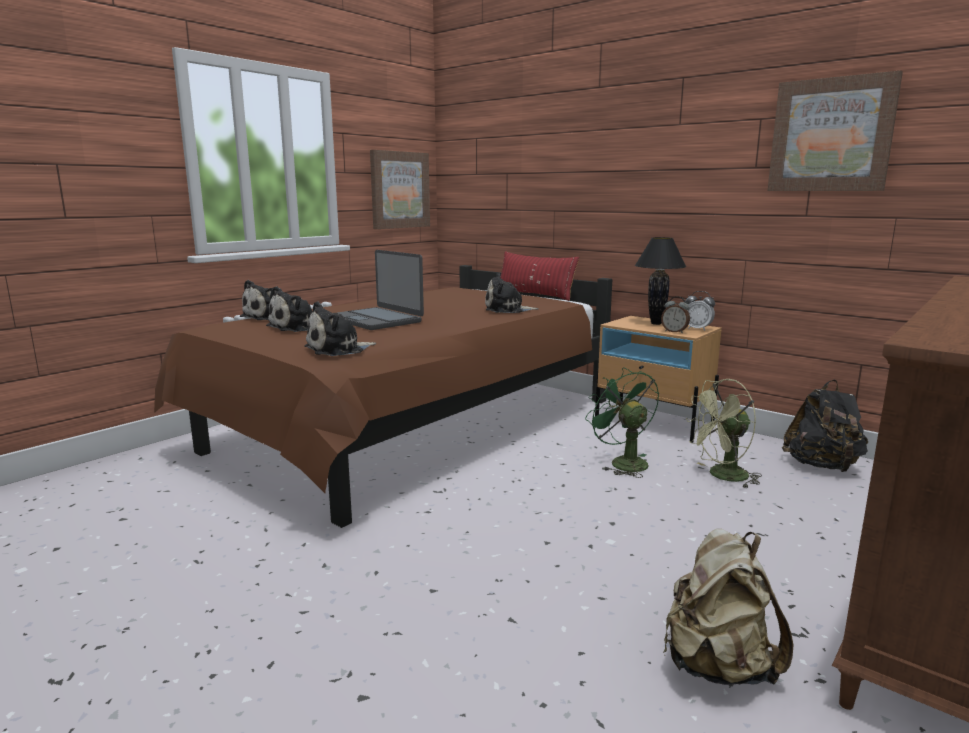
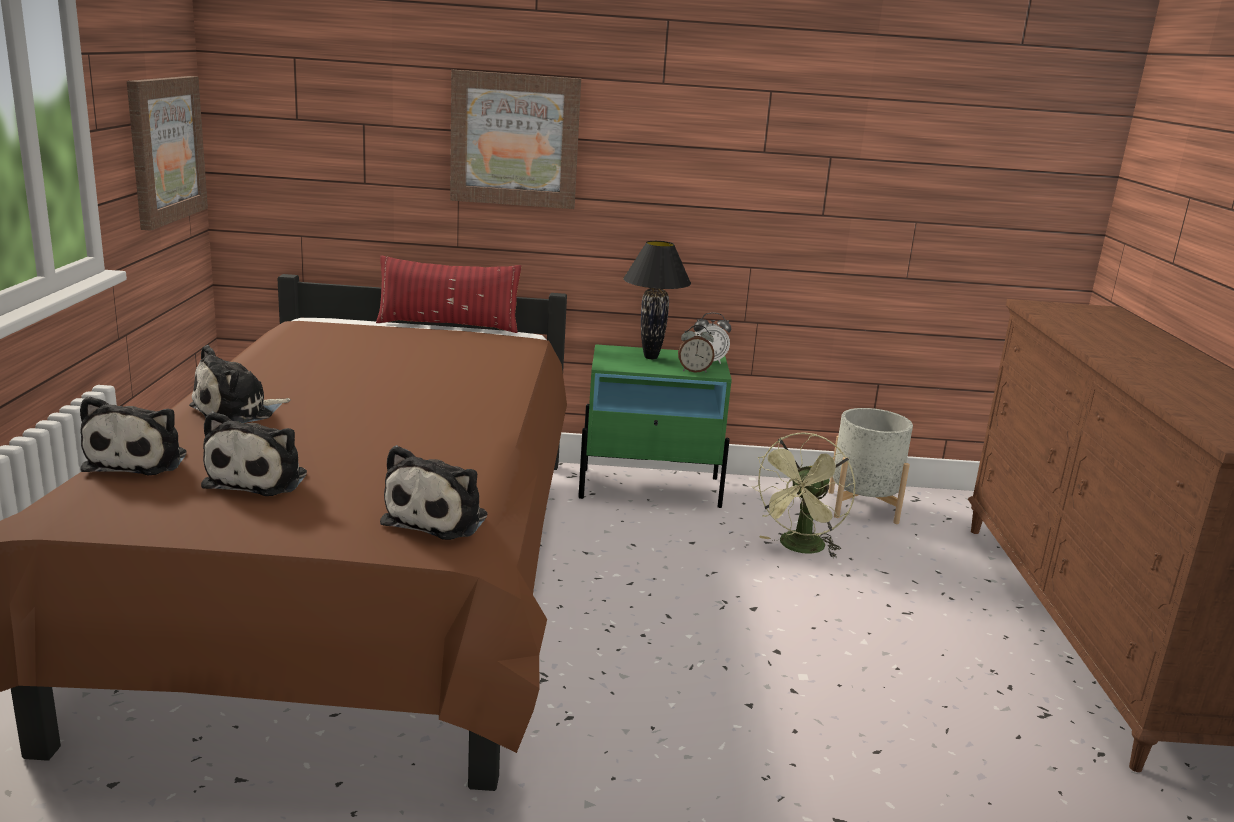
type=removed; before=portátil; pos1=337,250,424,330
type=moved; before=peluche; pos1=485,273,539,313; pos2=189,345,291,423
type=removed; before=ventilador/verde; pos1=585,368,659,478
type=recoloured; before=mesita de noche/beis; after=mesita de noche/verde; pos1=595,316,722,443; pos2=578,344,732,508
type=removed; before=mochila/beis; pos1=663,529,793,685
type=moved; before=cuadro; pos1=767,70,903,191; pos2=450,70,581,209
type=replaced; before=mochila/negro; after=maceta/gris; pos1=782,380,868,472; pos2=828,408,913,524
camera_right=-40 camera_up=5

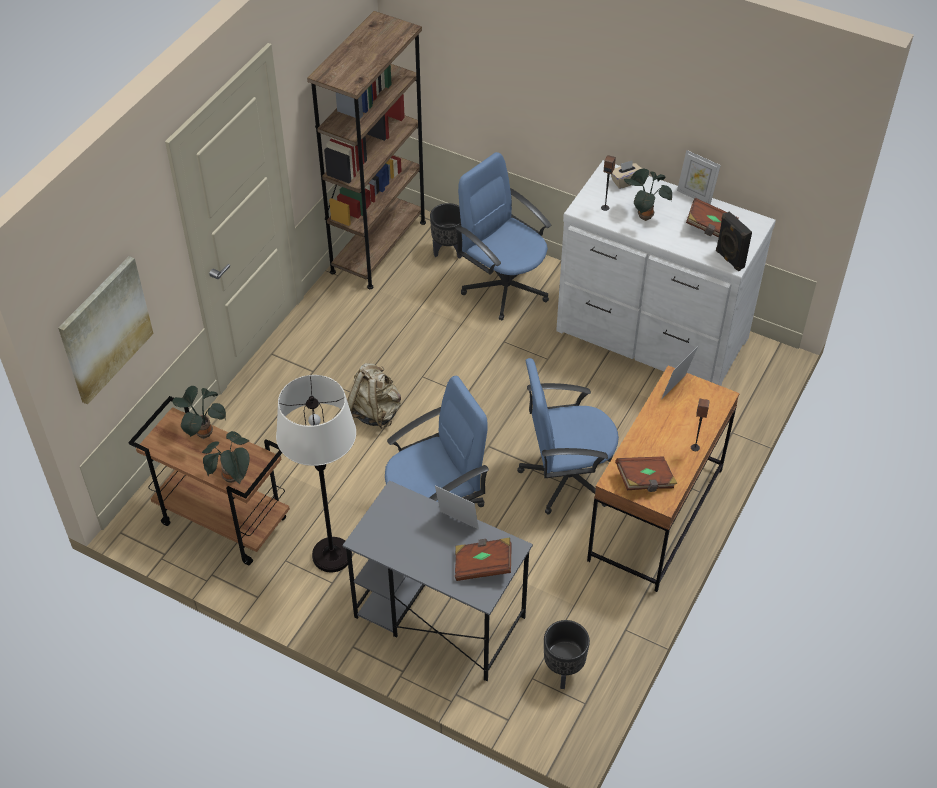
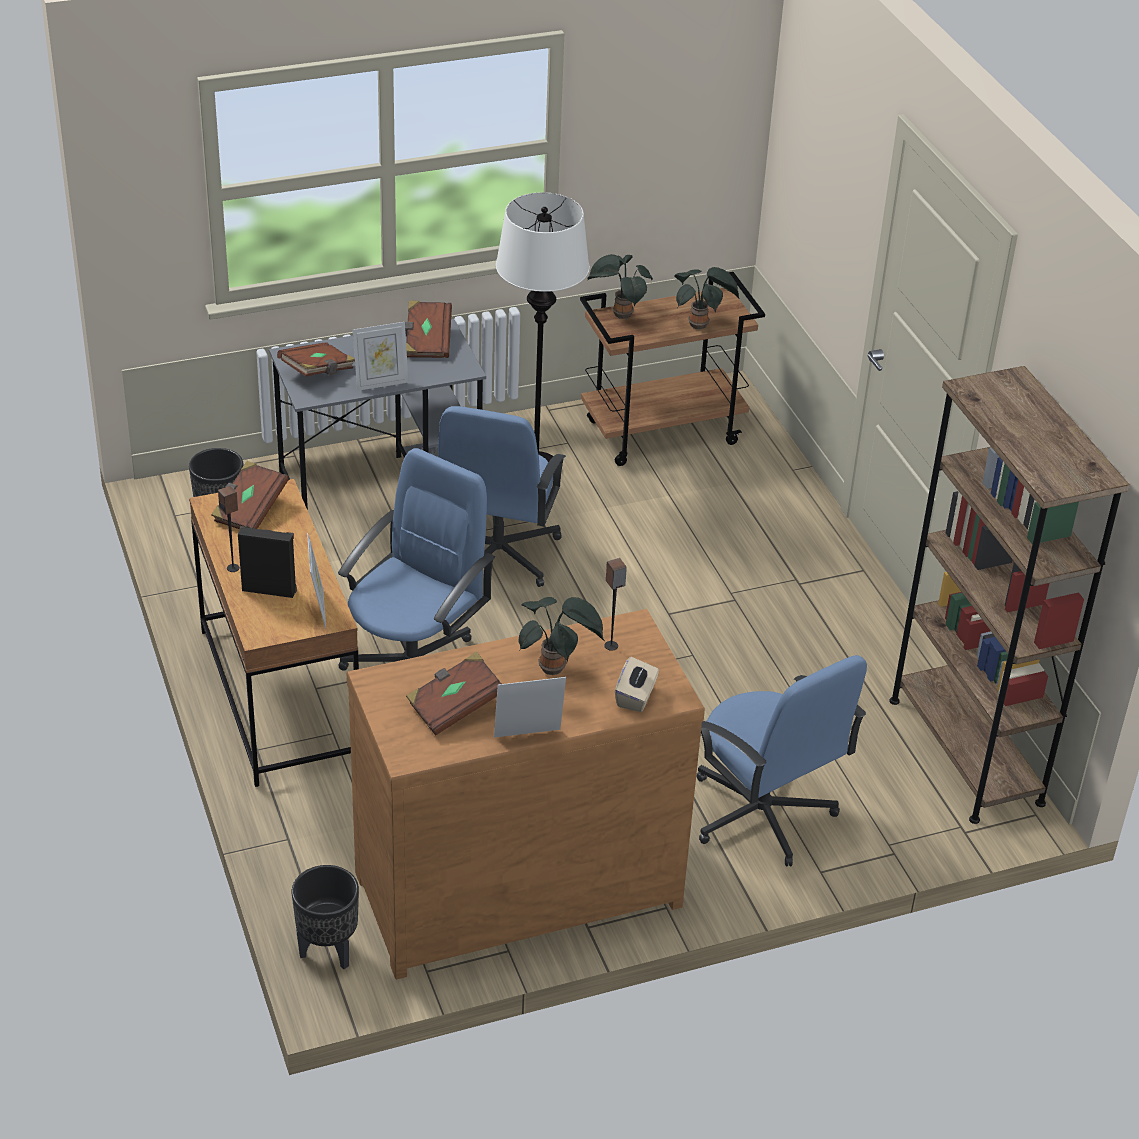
type=removed; before=cuadro; pos1=58,256,154,405
type=removed; before=mochila/beis; pos1=347,363,401,429
type=moved; before=maceta/negro; pos1=430,203,462,258; pos2=292,865,359,969
type=turned; before=silla de oficina/azul; pos1=455,152,551,320; pos2=697,655,867,866; turn=60
type=recoloured; before=cómoda/blanco; after=cómoda/marrón; pos1=556,160,776,386; pos2=347,609,705,980
type=moved; before=altavoz/negro; pos1=716,211,752,271; pos2=238,526,297,598
type=added; after=libro/marrón; pos2=405,300,452,358
camera_right=130 camera_up=-10

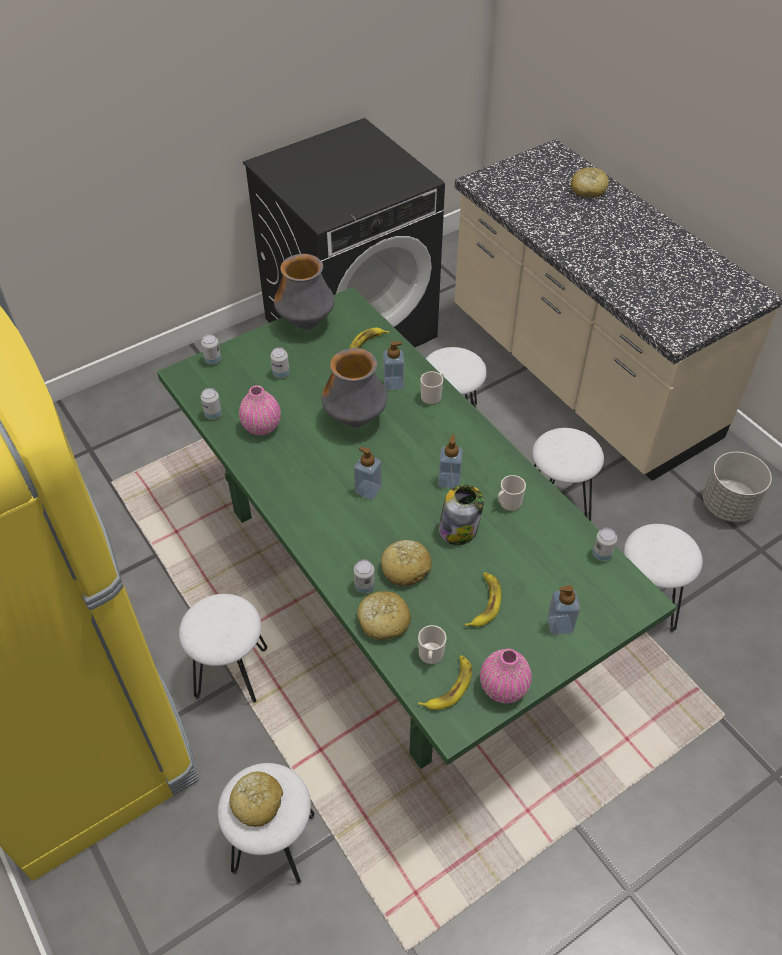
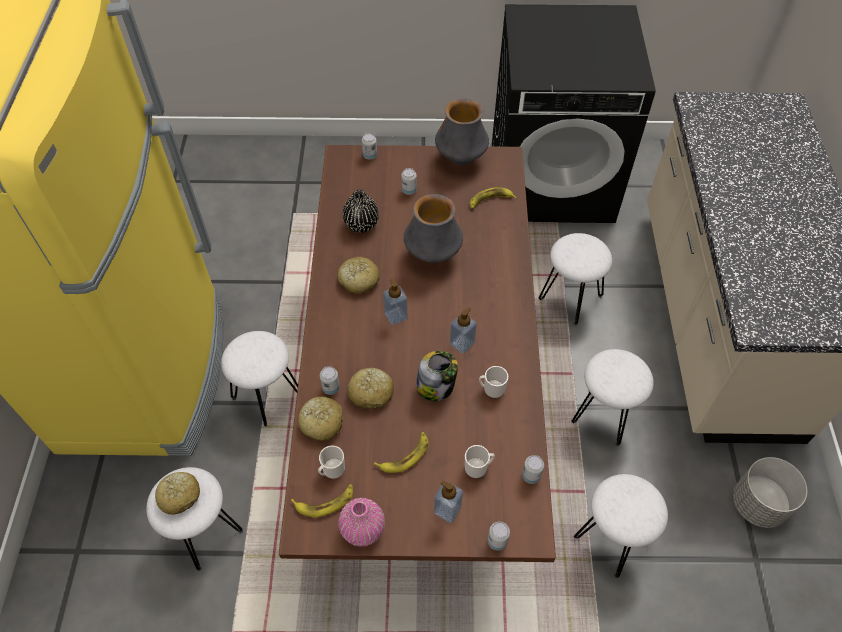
type=recoloured; before=mesa de comedor/verde; after=mesa de comedor/marrón; pos1=157,287,676,769; pos2=279,145,556,562
type=moved; before=lata; pos1=201,388,222,419; pos2=488,522,510,551
type=recoloured; before=florero/rosa; after=florero/negro; pos1=239,385,281,435; pos2=343,190,379,233
type=removed; before=dispensador de jabón; pos1=383,341,404,390
type=moved; before=taza grande; pos1=420,371,444,405; pos2=465,445,495,478
type=moved; before=pan; pos1=571,167,609,198; pos2=337,257,380,294
camera_right=35 camera_up=5

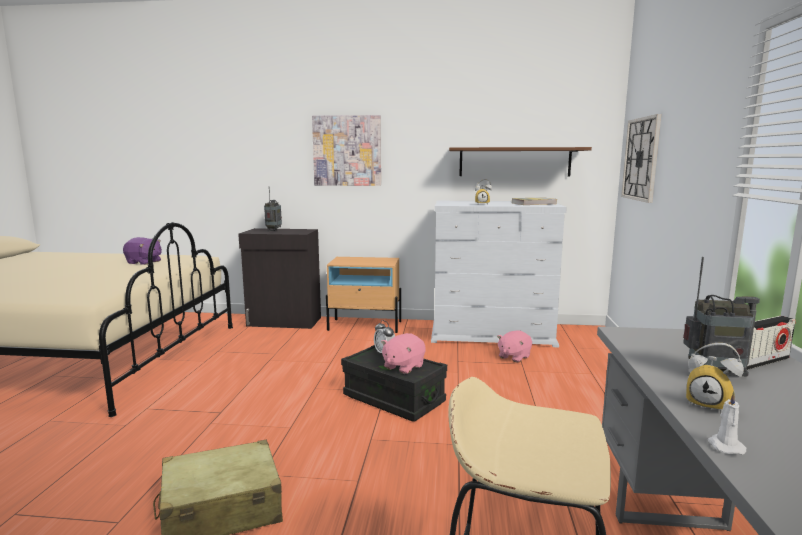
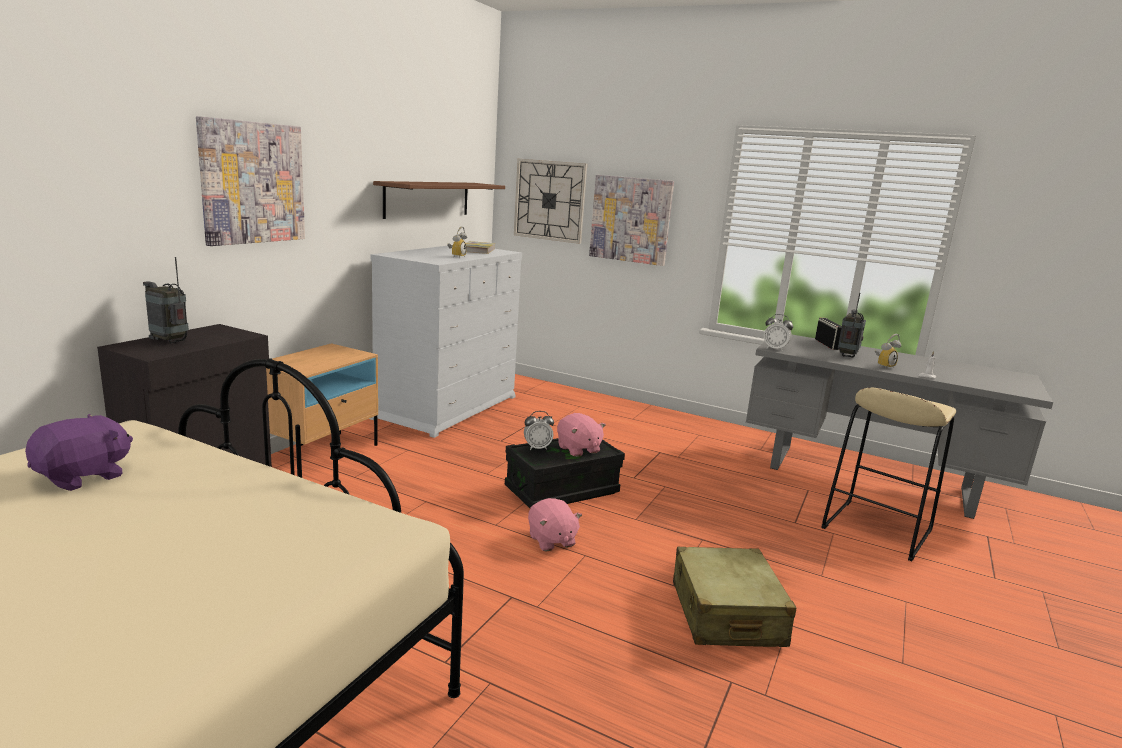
type=moved; before=peluche/rosa; pos1=497,330,532,363; pos2=528,498,582,552
type=added; after=cuadro; pos2=589,175,674,266
type=added; after=despertador; pos2=764,314,793,351
camera_right=-70 camera_up=5

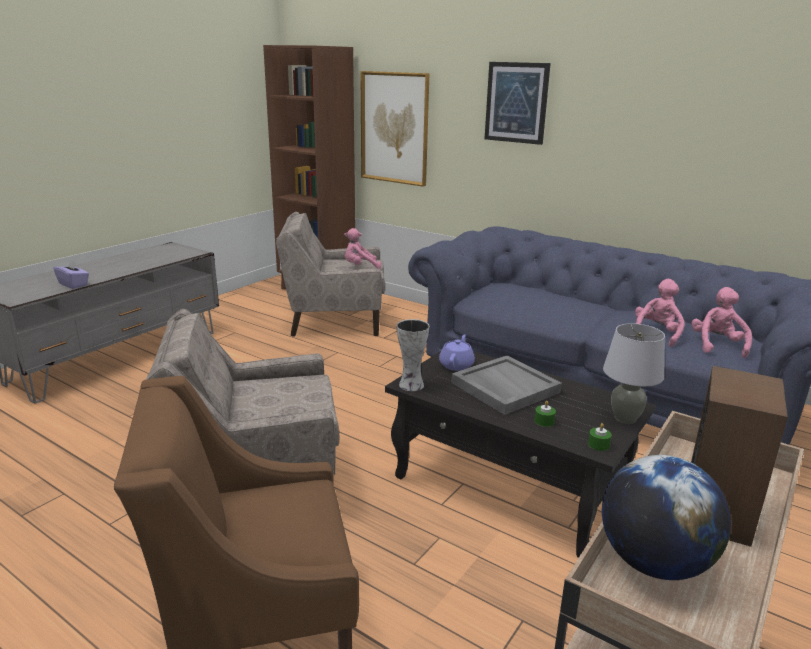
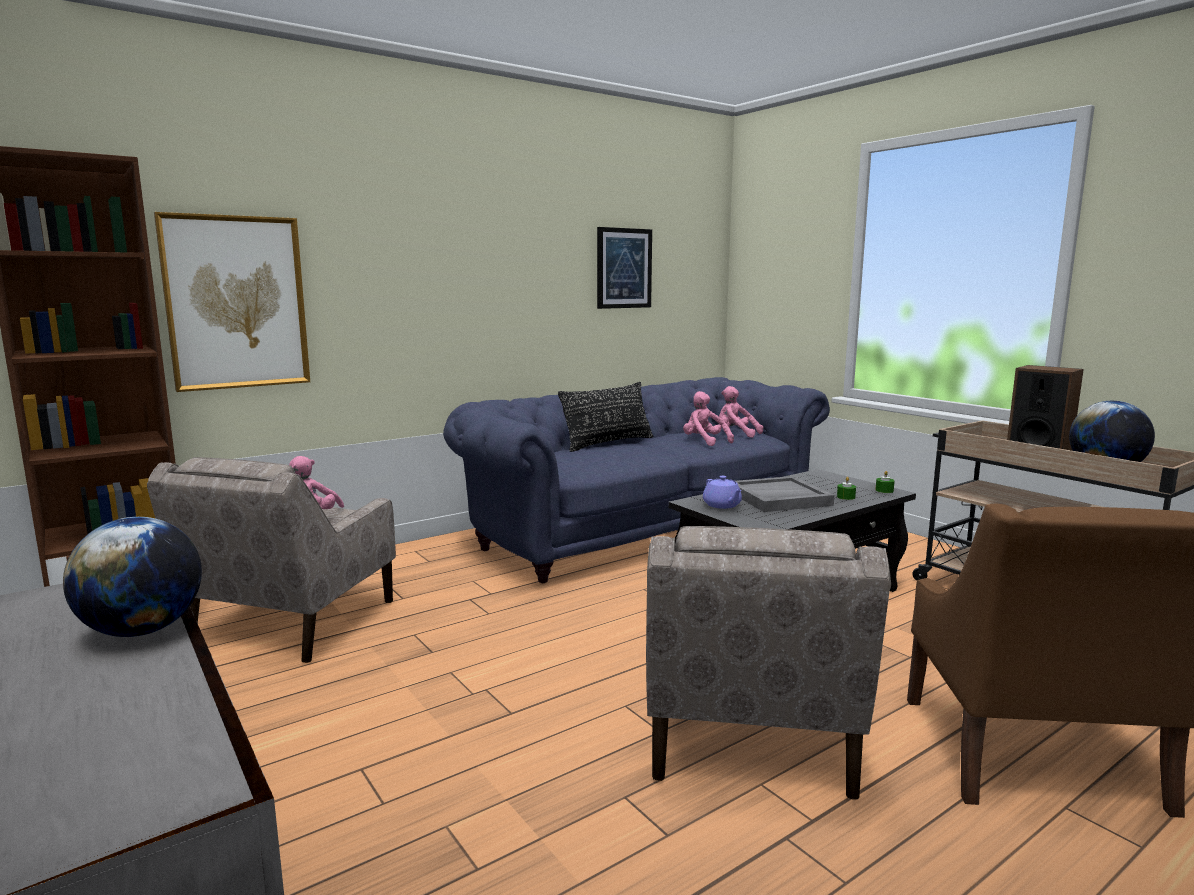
type=removed; before=caja de pañuelos/morado; pos1=53,259,89,289
type=removed; before=florero; pos1=397,319,429,391
type=turned; before=tetera/morado; pos1=439,334,475,371; pos2=703,476,742,509; turn=-150
type=moved; before=cuadro; pos1=485,62,551,145; pos2=597,227,652,309
type=removed; before=lámpara de mesa/gris; pos1=603,323,665,424
type=added; after=globo terráqueo; pos2=63,517,202,637
type=added; after=cojín/negro; pos2=558,382,654,452
camera_right=-70 camera_up=-10

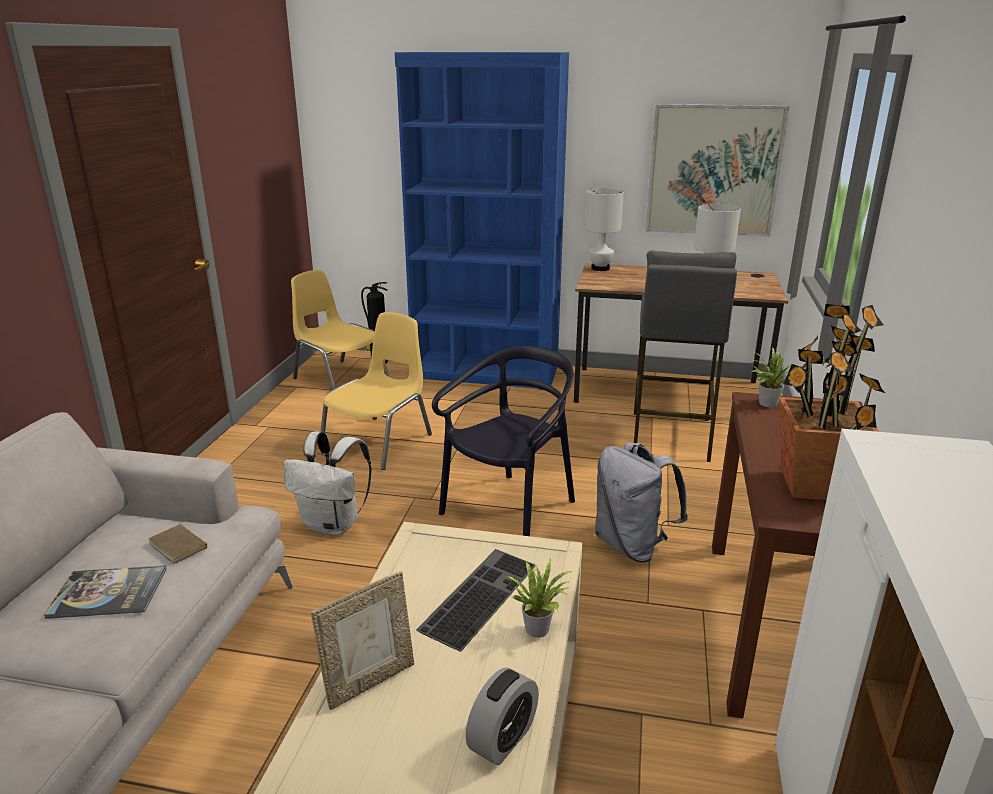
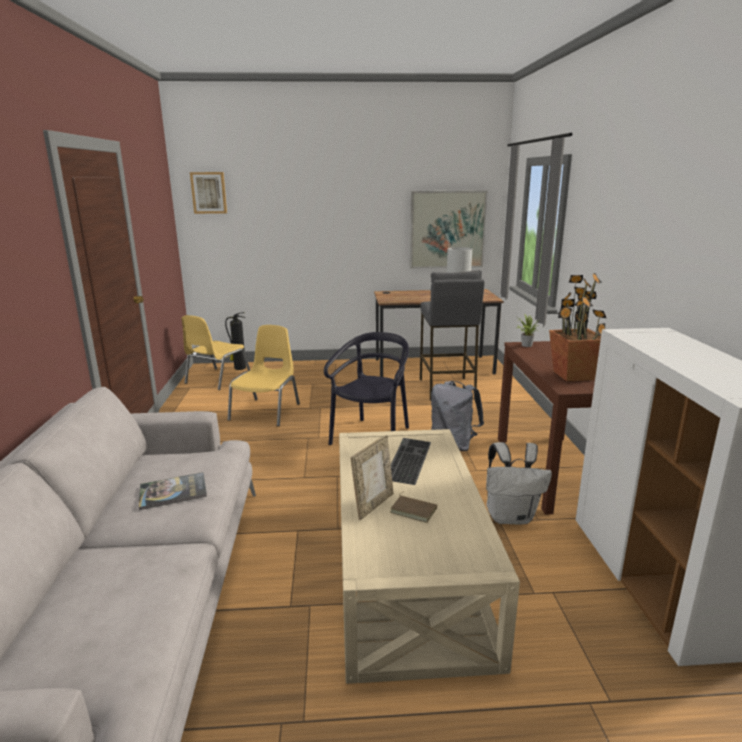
type=moved; before=libro/marrón; pos1=148,520,207,564; pos2=390,492,437,523
type=moved; before=mochila/blanco; pos1=283,431,372,535; pos2=486,442,552,525
type=turned; before=silla/amarillo; pos1=291,270,389,389; pos2=181,315,250,390; turn=-90
type=removed; before=estantería/azul; pos1=395,52,569,390
type=removed; before=despertador; pos1=465,668,539,765
type=removed; before=planta en maceta; pos1=507,558,572,638
type=removed; before=lámpara de mesa/blanco; pos1=585,188,624,271
type=added; after=cuadro; pos2=190,172,227,214
camera_right=-15 camera_up=-5

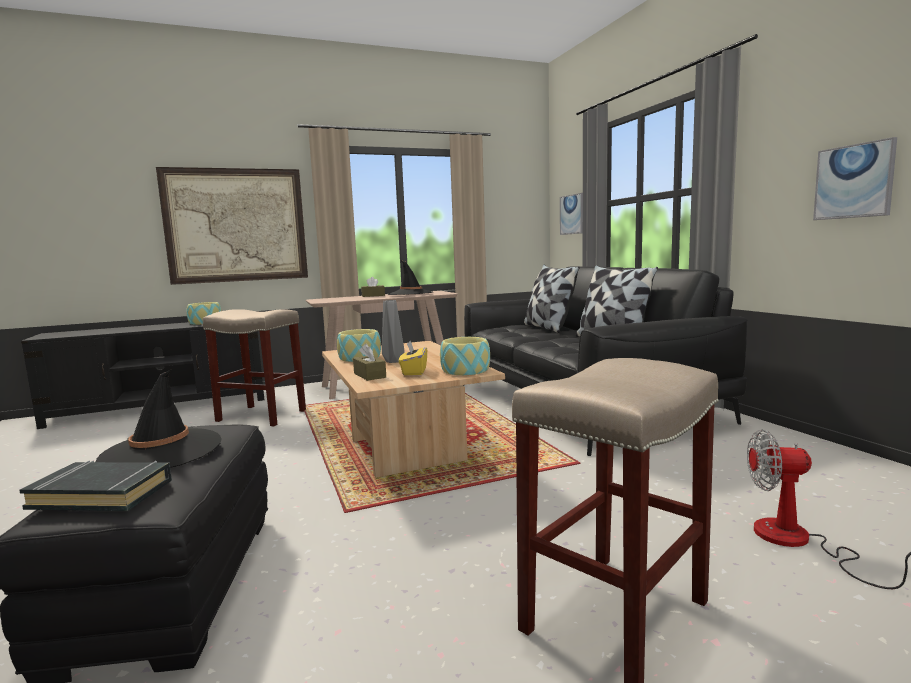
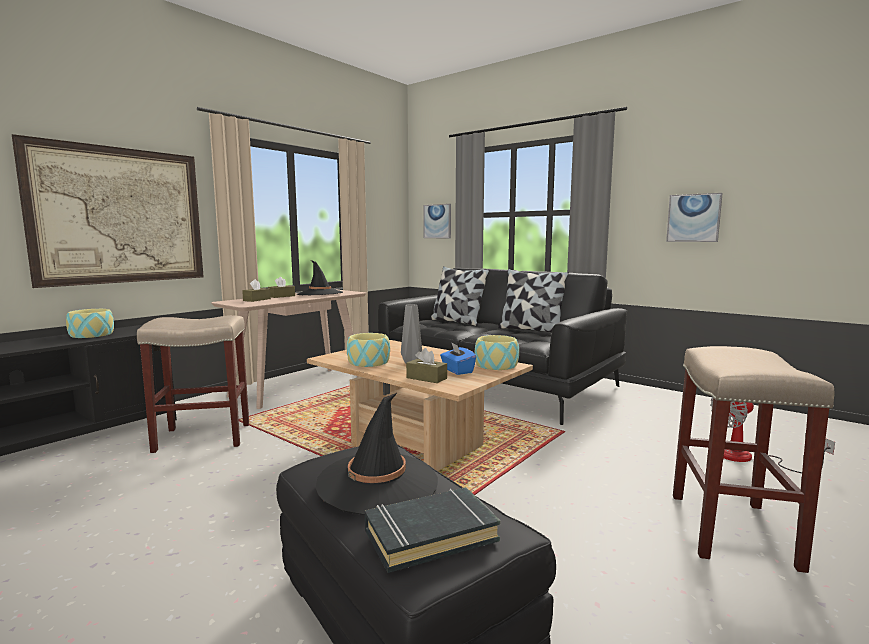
type=recoloured; before=caja de pañuelos/amarillo; after=caja de pañuelos/azul; pos1=399,341,427,375; pos2=440,342,476,375
type=added; after=caja de pañuelos/marrón; pos2=242,279,271,302
camera_right=-30 camera_up=0

